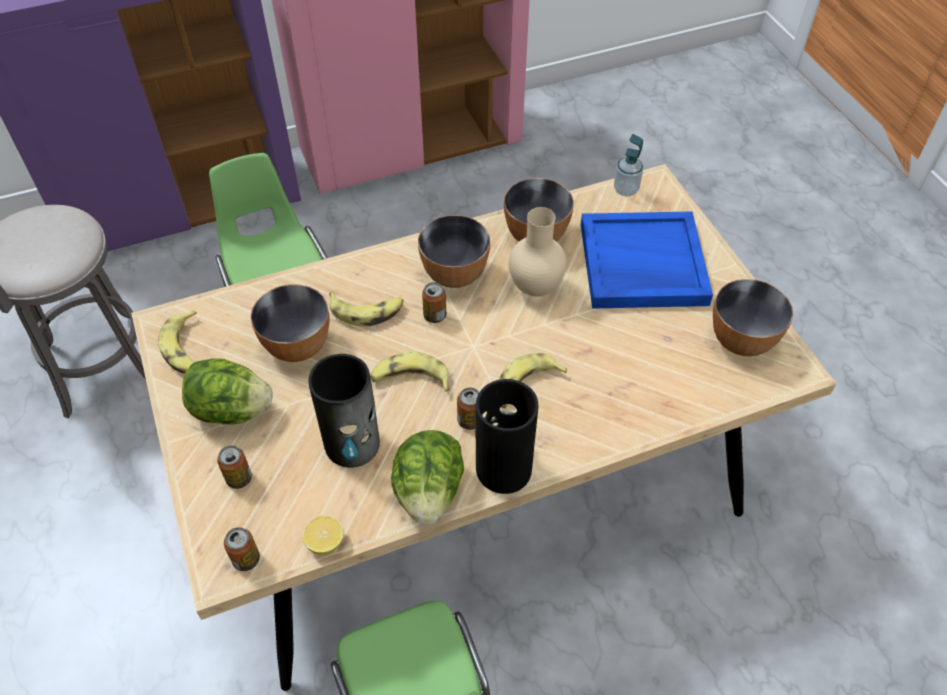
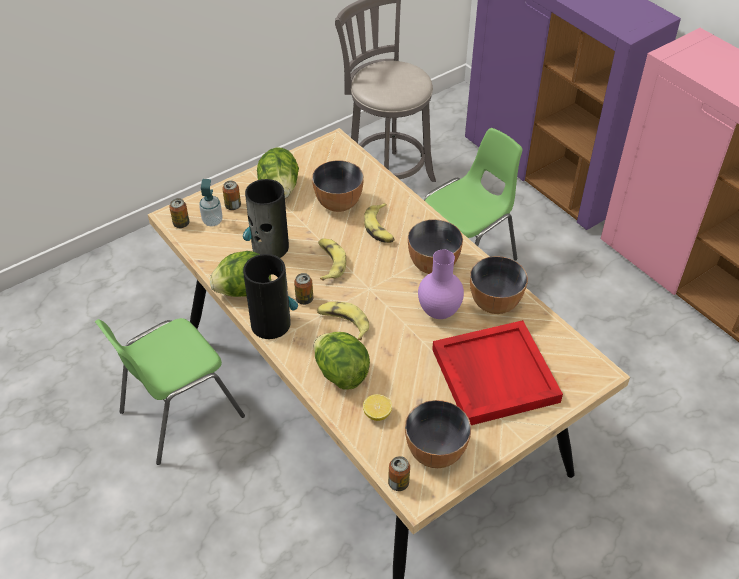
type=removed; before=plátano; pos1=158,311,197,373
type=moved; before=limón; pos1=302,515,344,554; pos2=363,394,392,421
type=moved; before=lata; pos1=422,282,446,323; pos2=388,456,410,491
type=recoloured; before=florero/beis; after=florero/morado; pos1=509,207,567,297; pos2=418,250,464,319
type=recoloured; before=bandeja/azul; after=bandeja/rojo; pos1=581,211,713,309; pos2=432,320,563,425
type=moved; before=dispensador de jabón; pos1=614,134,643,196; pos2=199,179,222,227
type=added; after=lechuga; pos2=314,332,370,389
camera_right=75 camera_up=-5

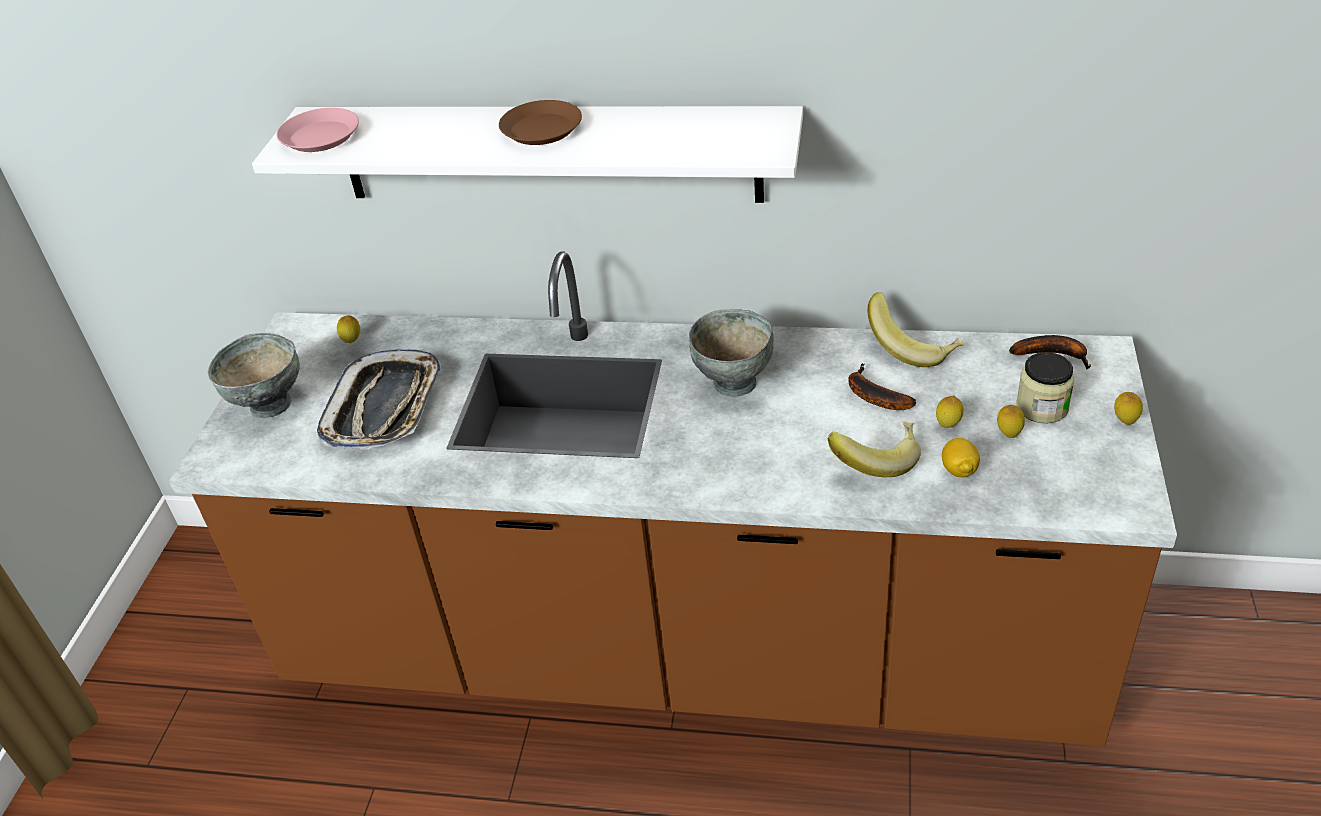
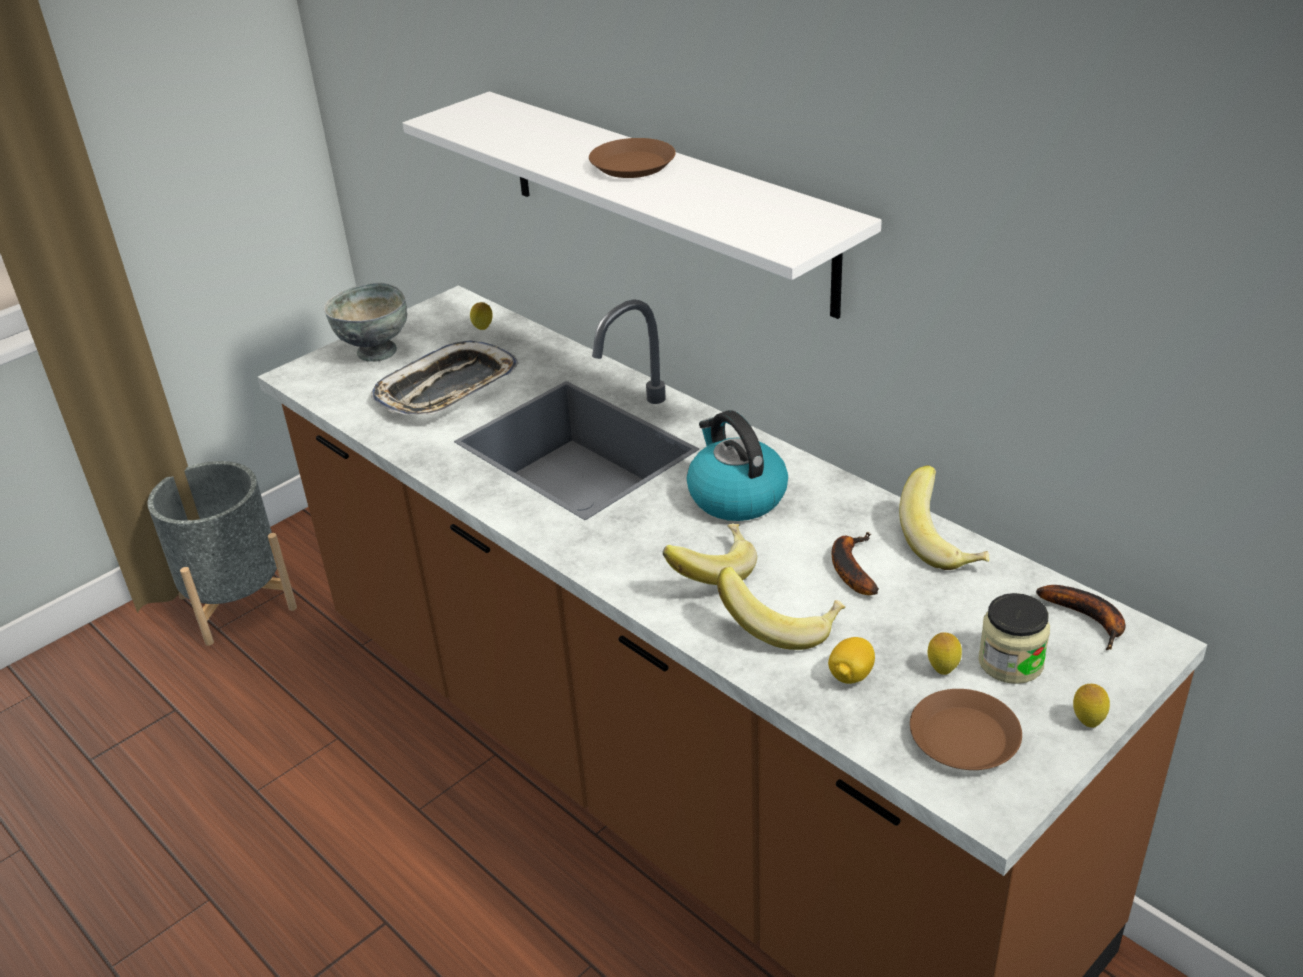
type=removed; before=plato/rosa; pos1=277,108,359,152
type=replaced; before=cuenco/gris; after=hervidor; pos1=689,309,774,397; pos2=687,410,788,521
type=removed; before=limón; pos1=936,396,964,428
type=added; after=maceta/gris; pos2=148,461,297,646
type=added; after=plátano; pos2=663,523,757,585
type=added; after=plato/marrón; pos2=910,689,1022,770
camera_right=35 camera_up=-5

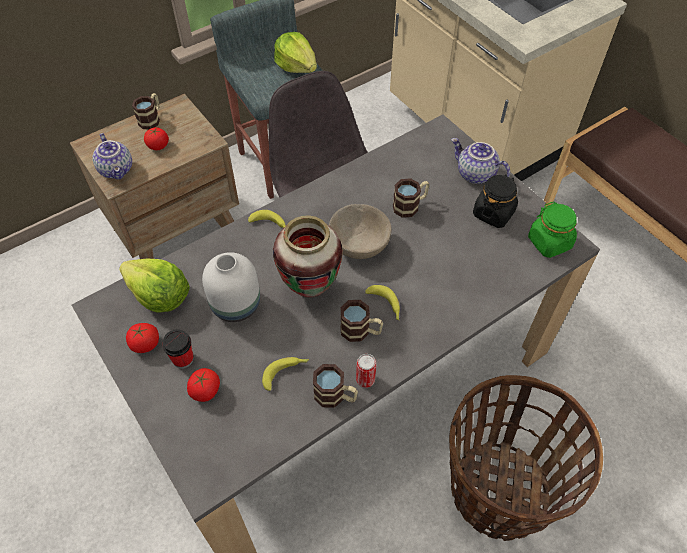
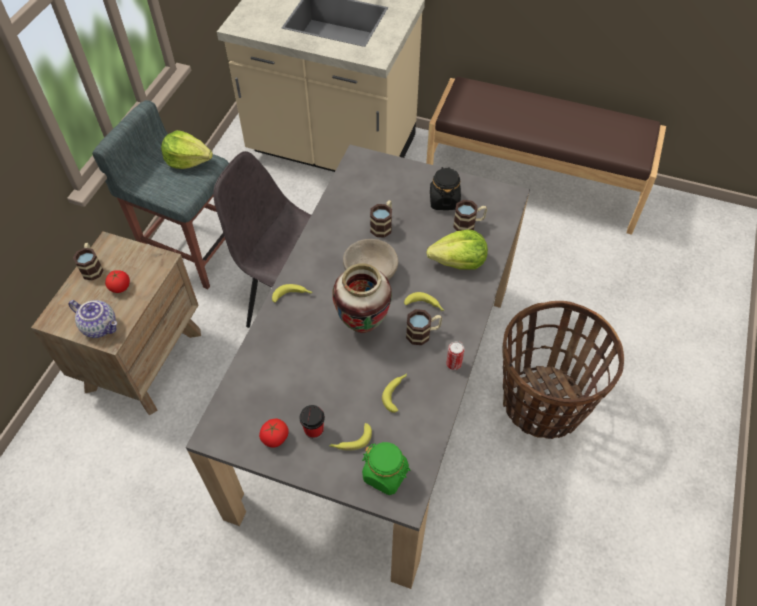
type=moved; before=lechuga; pos1=119,259,190,312; pos2=426,230,488,270
type=replaced; before=tomate; after=plátano; pos1=187,368,220,402; pos2=329,423,372,451
type=removed; before=florero/blanco; pos1=202,252,260,322
type=moved; before=taza grande; pos1=313,364,358,408; pos2=453,200,487,231
type=removed; before=tetera; pos1=451,138,510,184
type=moved; before=tarro/verde; pos1=528,201,577,258; pos2=362,442,411,495
camera_right=-35 camera_up=0

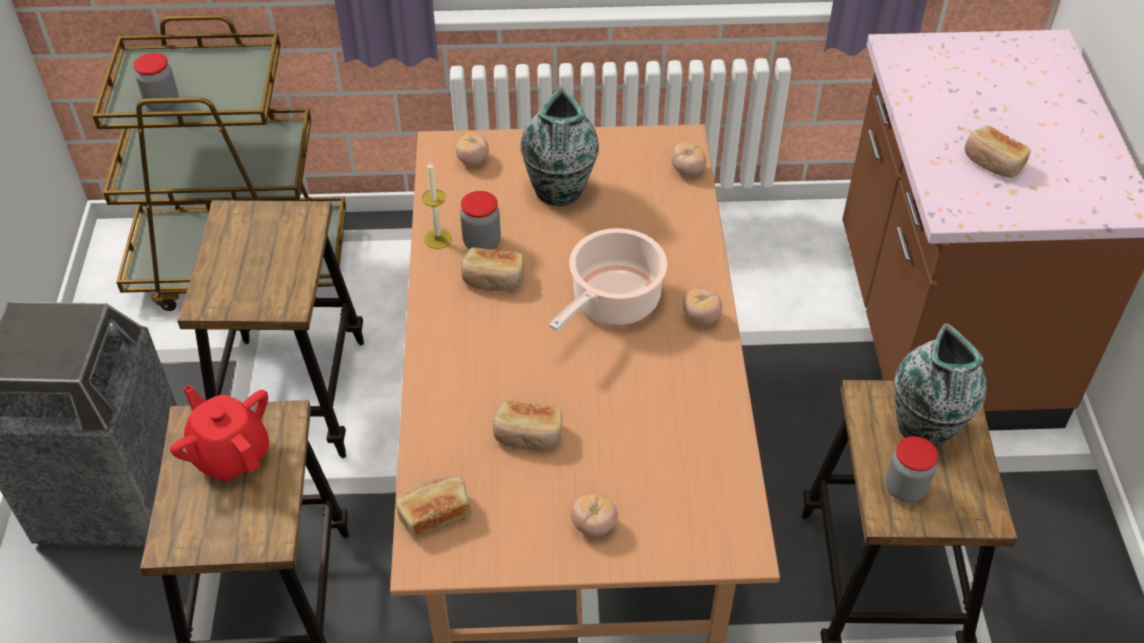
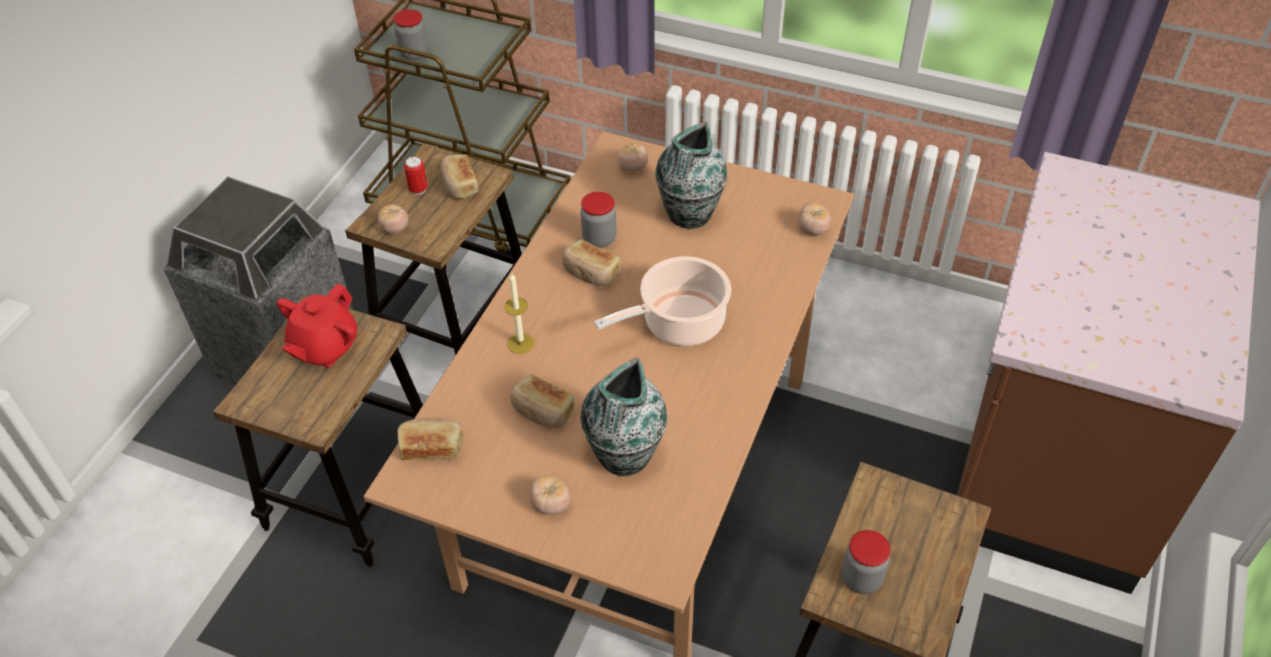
type=turned; before=tetera/rojo; pos1=170,385,269,482; pos2=277,283,357,367; turn=-135
type=moved; before=vela; pos1=422,162,452,249; pos2=504,272,535,354
type=moved; before=tomate; pos1=683,289,722,325; pos2=378,204,408,234
type=moved; before=florero; pos1=895,323,986,447; pos2=580,357,668,476
type=moved; before=pan; pos1=965,126,1031,177; pos2=440,154,478,199
type=added; after=lata; pos2=404,157,428,195
camera_right=25 camera_up=0

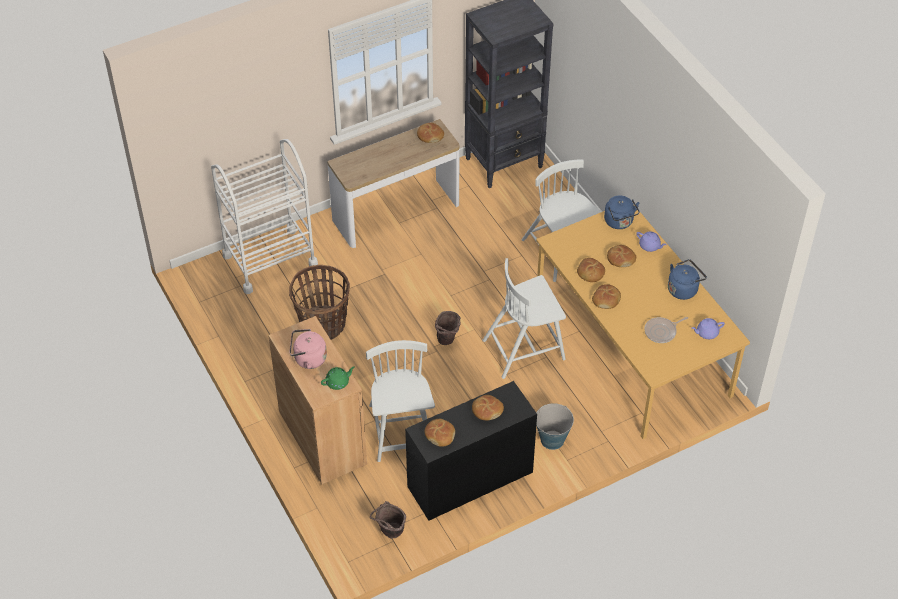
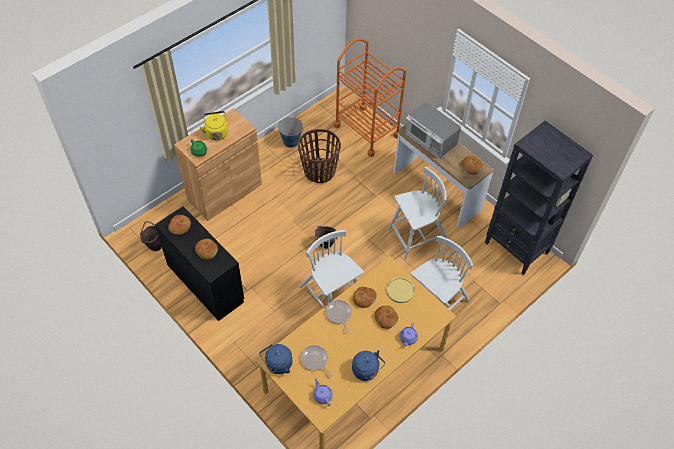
type=recoloured; before=carrito/blanco; after=carrito/naranja; pos1=211,139,318,294; pos2=334,38,406,157
type=recoloured; before=hervidor/rosa; after=hervidor/amarillo; pos1=290,329,327,369; pos2=199,111,228,140
type=moved; before=silla/blanco; pos1=366,340,435,462; pos2=388,167,448,260
type=moved; before=cubo; pos1=536,403,574,450; pos2=278,117,304,148
type=replaced; before=pan; after=sartén; pos1=592,284,621,309; pos2=325,300,352,333
type=moved; before=hervidor/azul; pos1=604,195,640,229; pos2=259,344,292,374
type=added; after=plato/amarillo; pos2=386,277,415,303
type=added; after=microondas; pos2=405,102,461,159
camera_right=75 camera_up=5

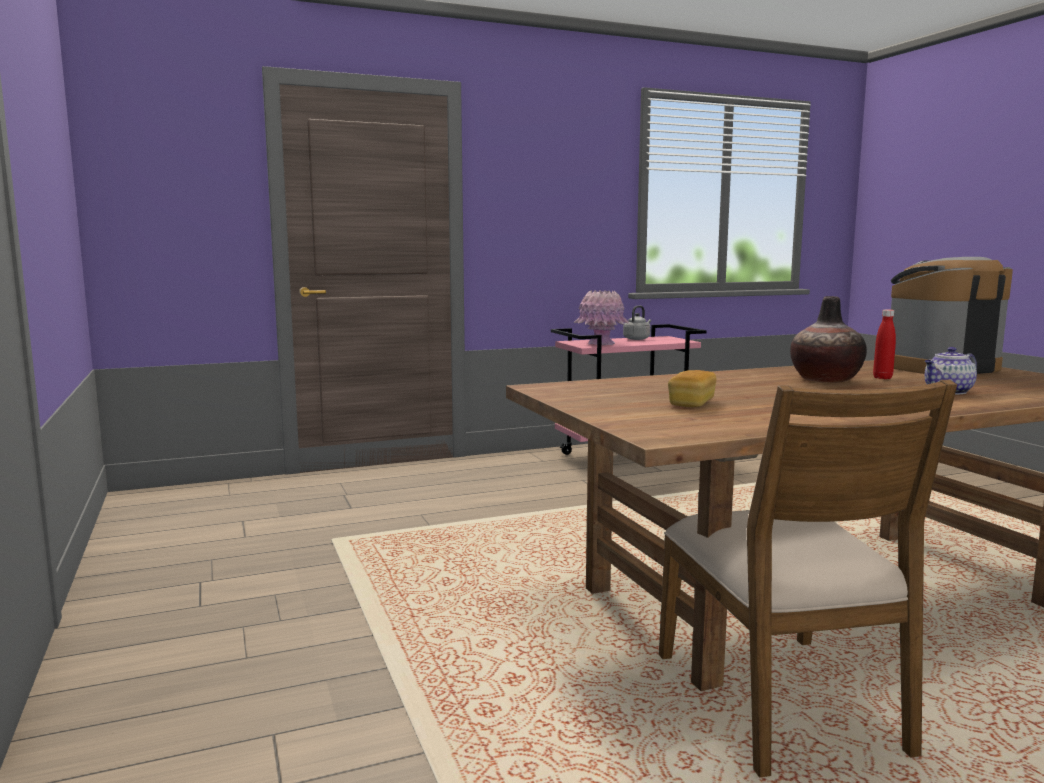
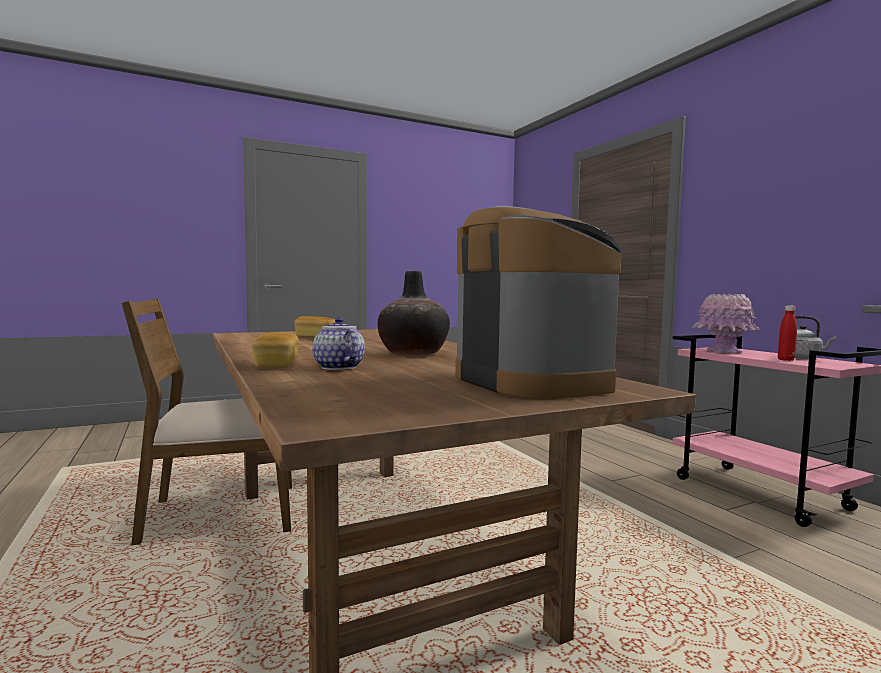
type=moved; before=botella/rojo; pos1=873,309,896,379; pos2=778,305,797,361
type=added; after=pan; pos2=252,333,299,369
camera_right=85 camera_up=-5

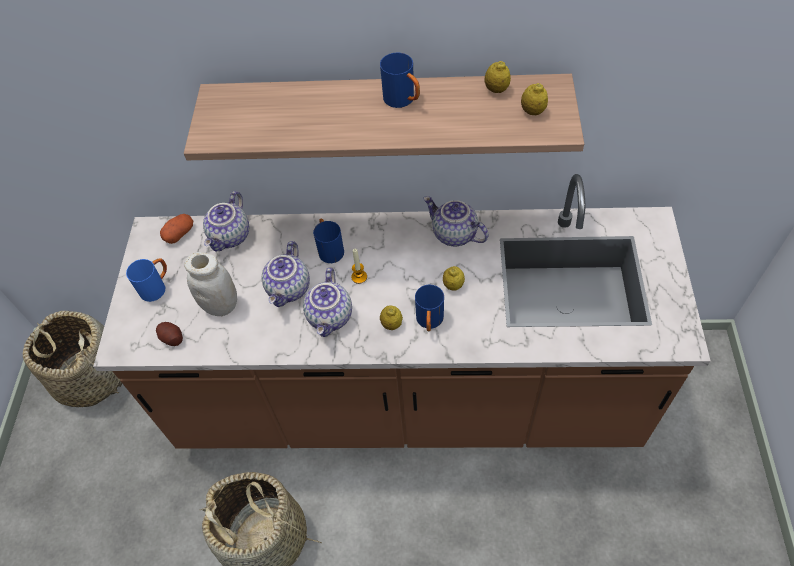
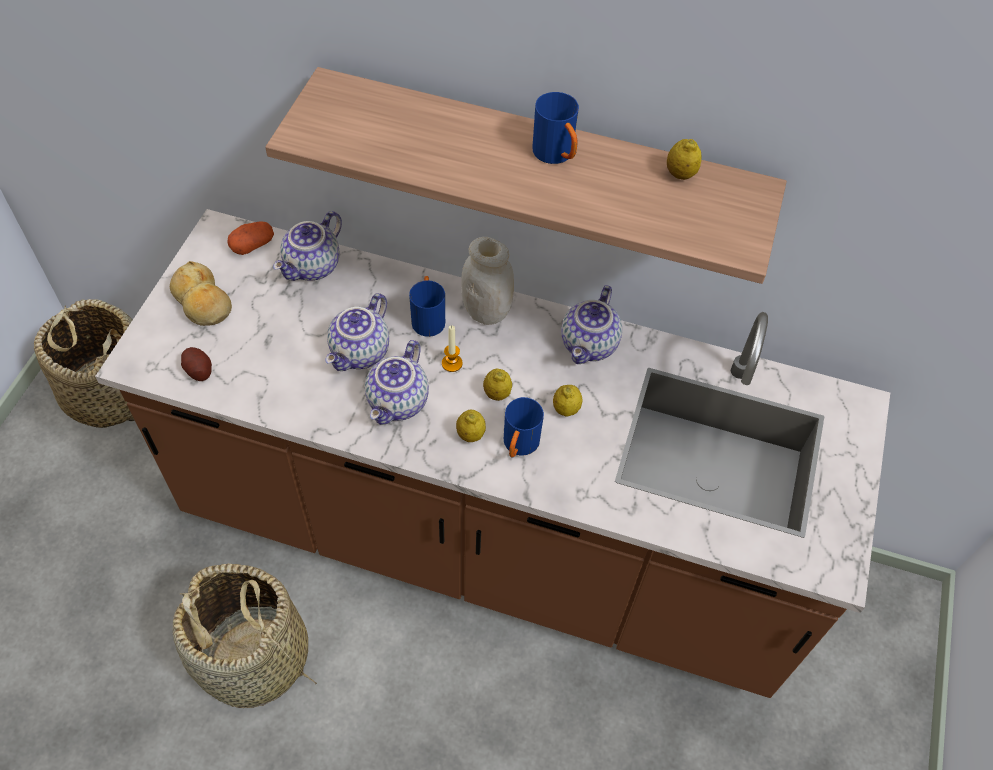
type=replaced; before=taza grande/azul; after=pan; pos1=126,258,167,302; pos2=170,261,232,326
type=moved; before=tarro/blanco; pos1=184,252,237,316; pos2=461,237,514,325
type=turned; before=tetera; pos1=423,196,489,246; pos2=561,285,622,364; turn=-120
type=moved; before=limón; pos1=521,83,548,115; pos2=483,369,512,401
camera_right=10 camera_up=0

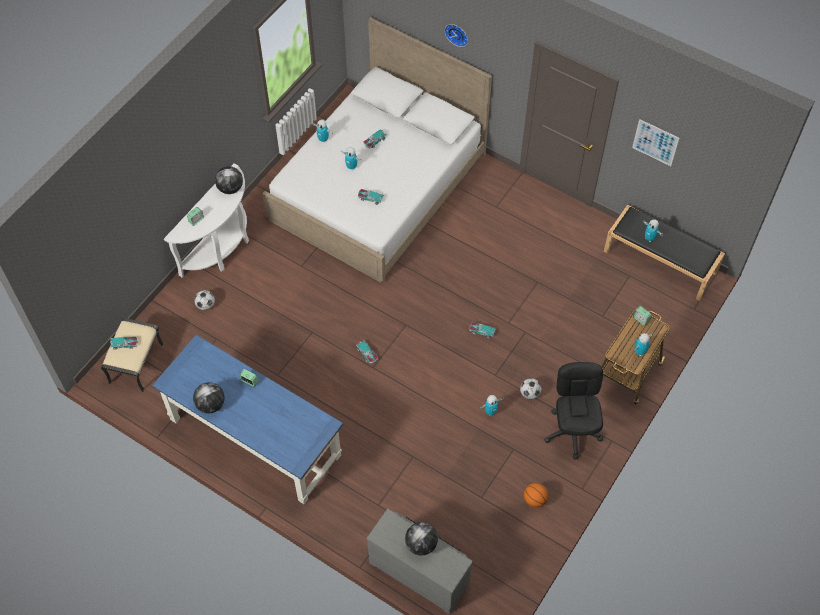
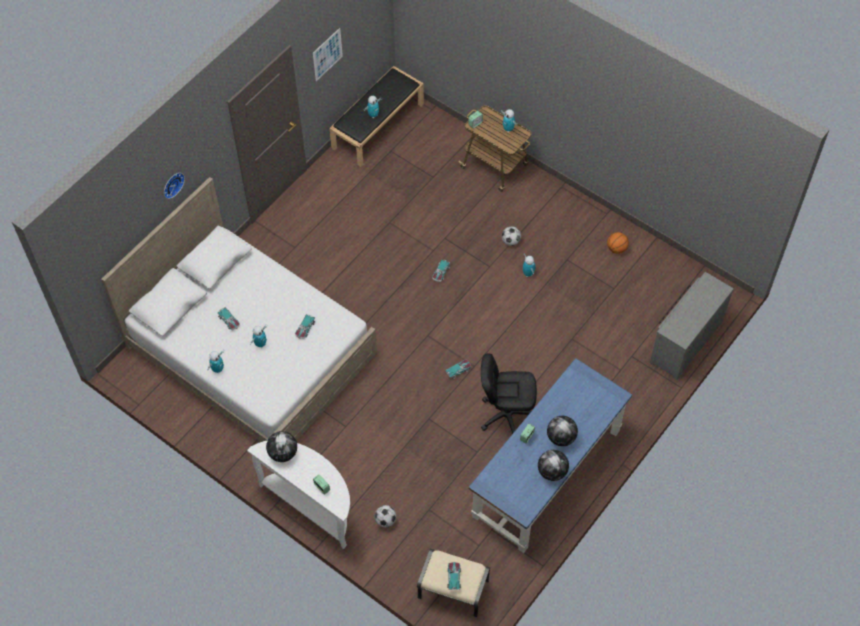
type=moved; before=globo terráqueo; pos1=405,522,438,556; pos2=547,416,578,446
type=moved; before=silla de oficina/negro; pos1=544,362,603,459; pos2=481,353,537,434
camera_right=-85 camera_up=0

